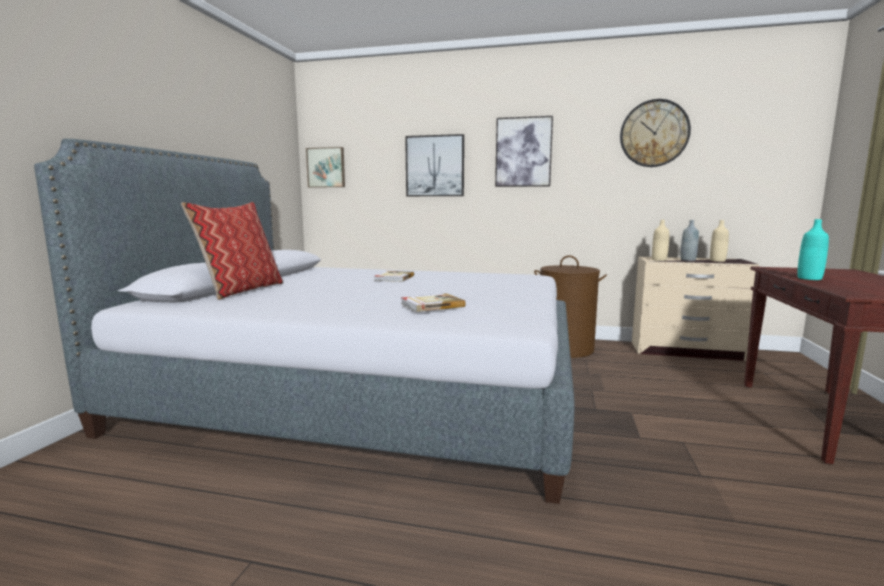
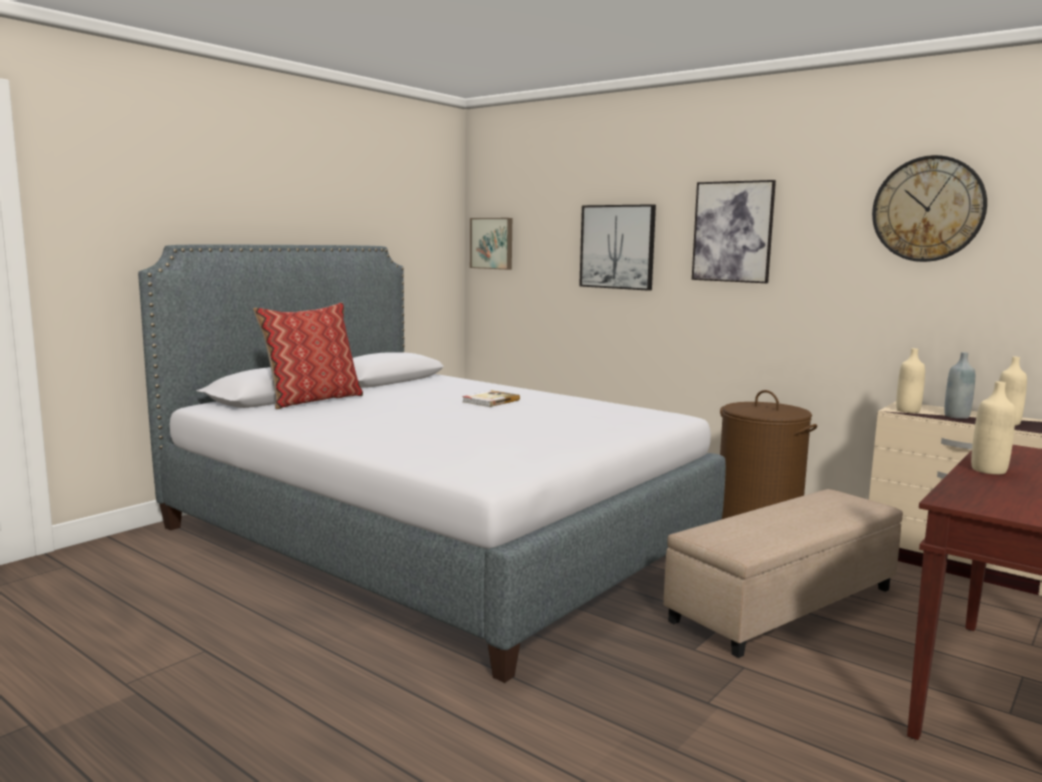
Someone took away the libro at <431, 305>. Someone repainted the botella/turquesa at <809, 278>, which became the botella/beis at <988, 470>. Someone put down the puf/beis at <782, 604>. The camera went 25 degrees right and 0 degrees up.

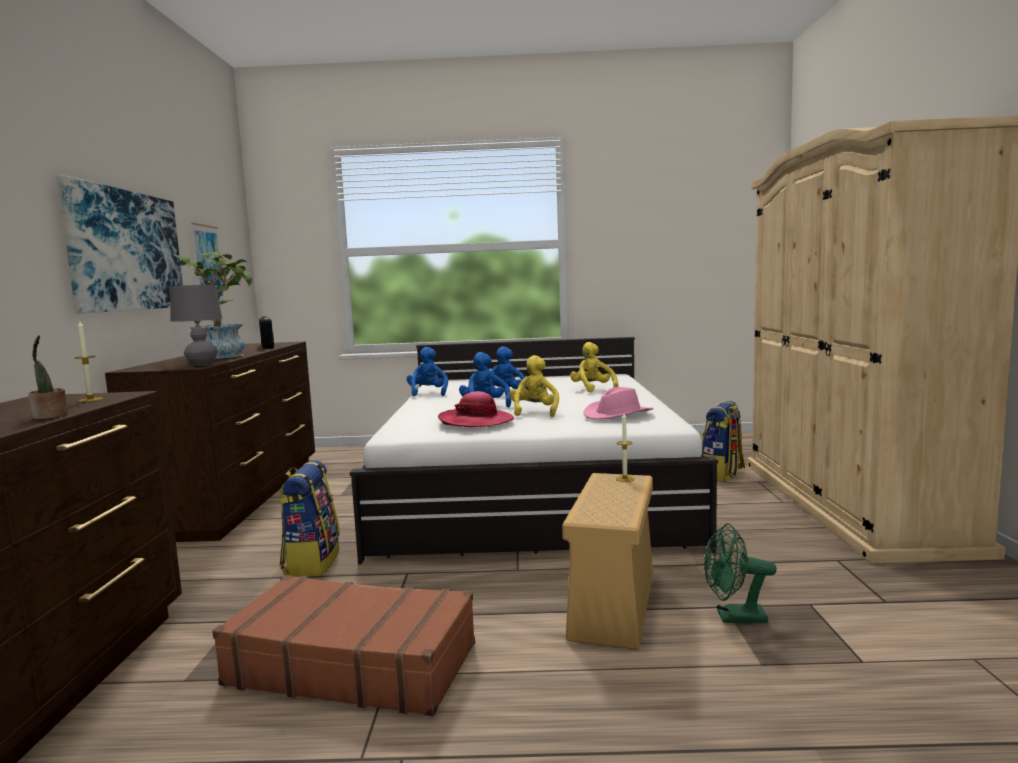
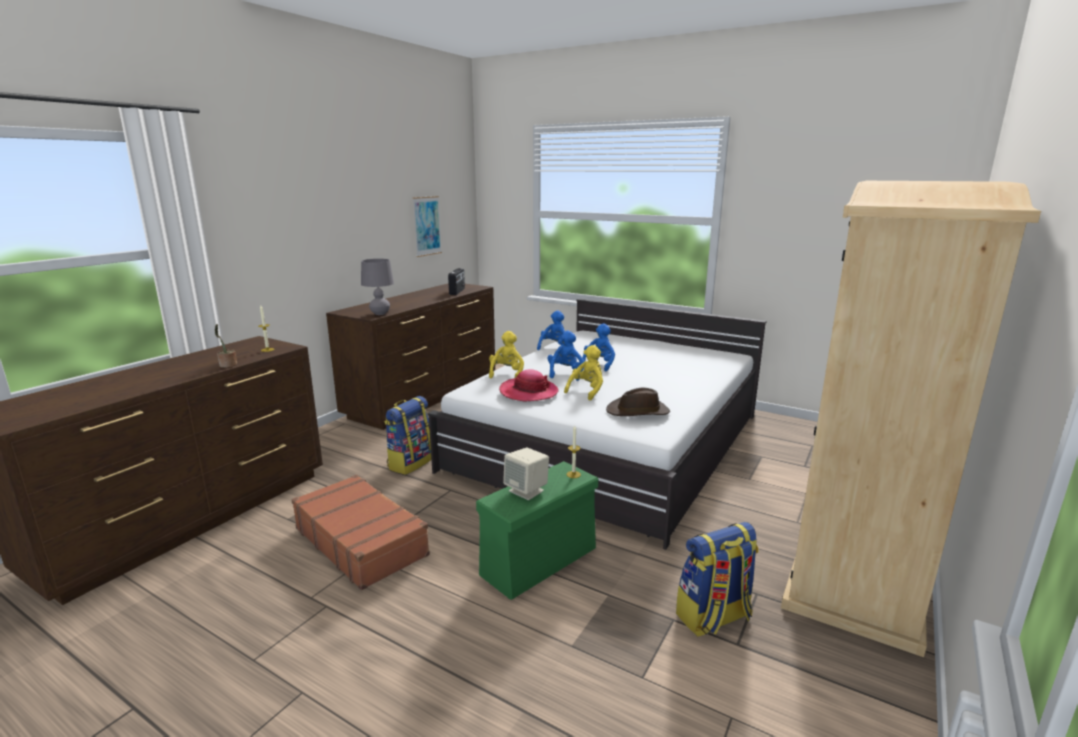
Someone took away the cuadro at <125, 250>. Someone took away the planta en maceta at <224, 355>. Someone repainted the caja de almacenaje/beis at <613, 605>, which became the caja de almacenaje/verde at <538, 562>. Someone carried the peluche/amarillo from <592, 389> to <506, 374>. Someone repainted the sombrero/rosa at <618, 415>, which became the sombrero/marrón at <638, 411>. Someone carried the mochila from <722, 475> to <713, 617>. Someone took away the ventilador/verde at <734, 617>. Someone put down the altavoz/beis at <527, 491>. The camera went 30 degrees right and 10 degrees up.

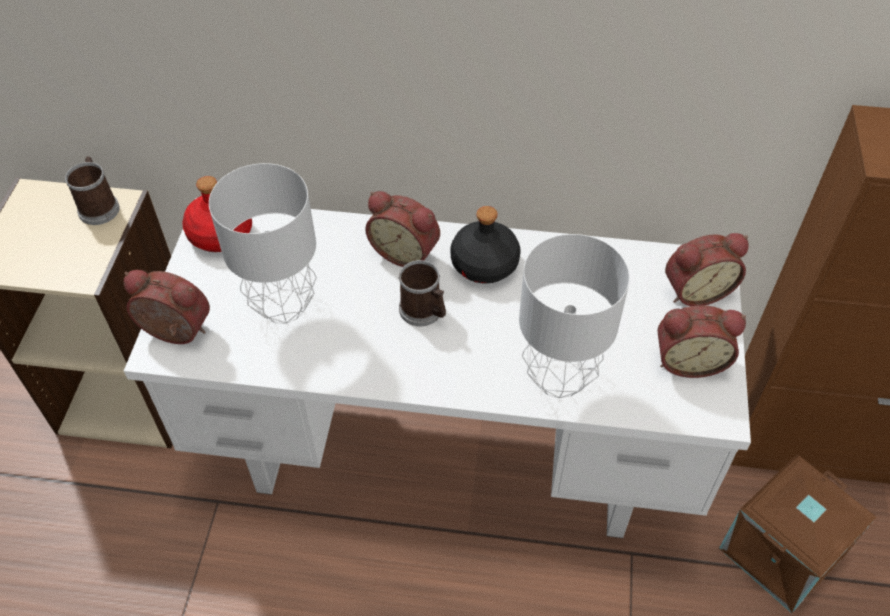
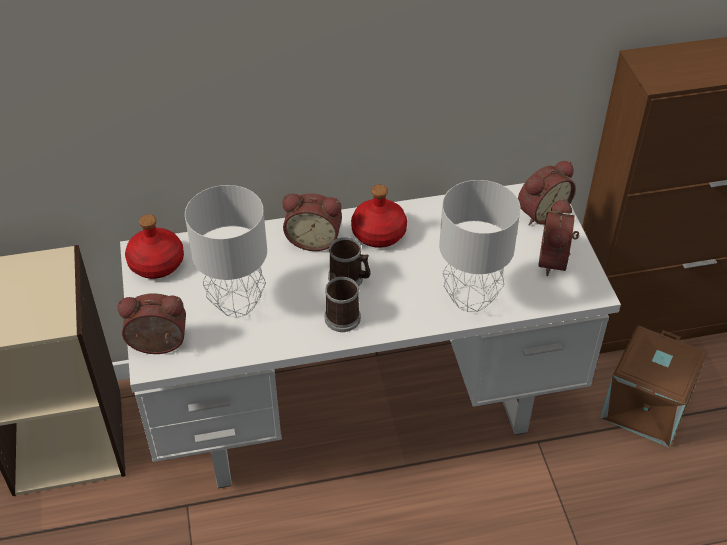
Someone carried the taza grande from <99, 206> to <340, 315>. Someone repainted the botella/negro at <484, 264>, which became the botella/rojo at <378, 233>. Someone rotated the despertador at <689, 359> by 120 degrees clockwise. The camera went 20 degrees left and 5 degrees down.

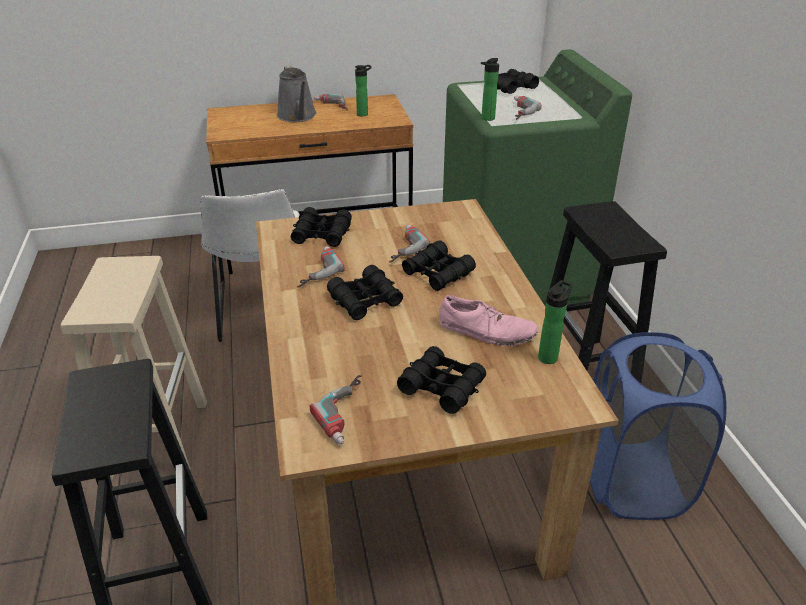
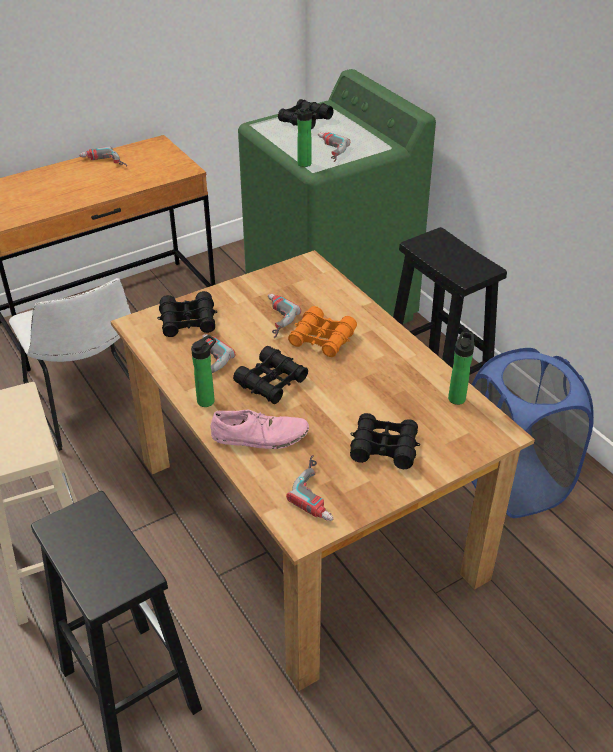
Someone took away the regadera/gris at <297, 116>. Someone carried the botella from <364, 114> to <208, 400>. Someone repainted the prismáticos/negro at <437, 273>, which became the prismáticos/naranja at <322, 339>. Someone carried the zapato/rosa from <487, 331> to <260, 436>. The camera went 20 degrees left and 5 degrees up.

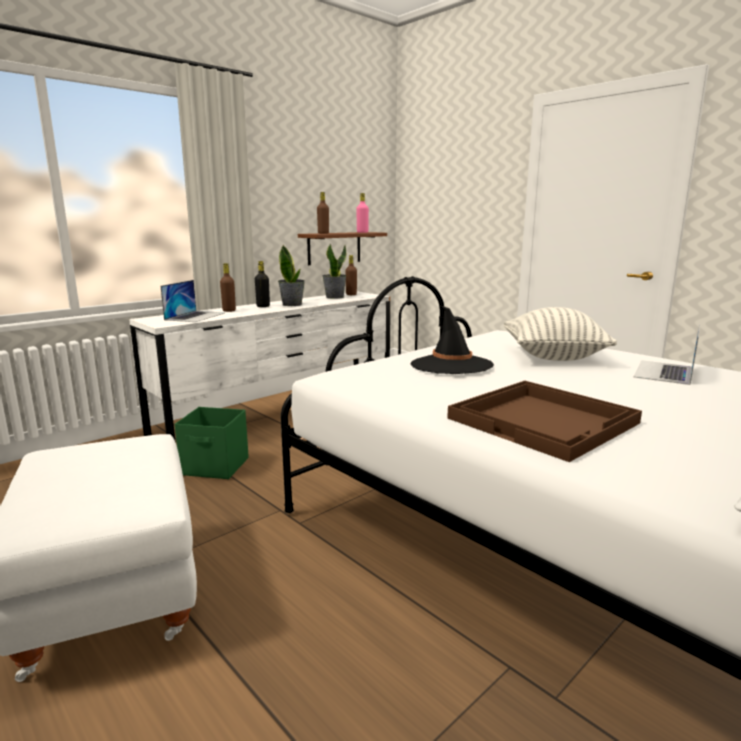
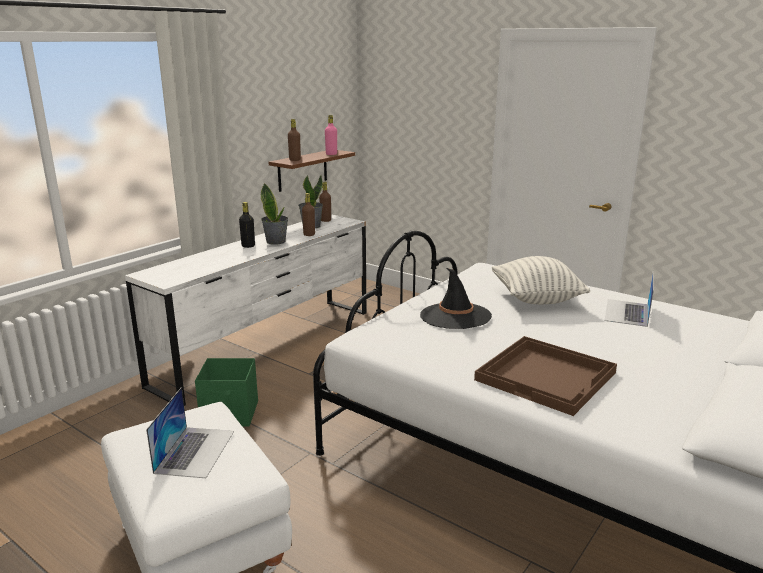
Someone carried the portátil from <195, 316> to <195, 451>. Someone carried the botella/marrón from <229, 310> to <309, 234>. The camera went 10 degrees left and 5 degrees up.

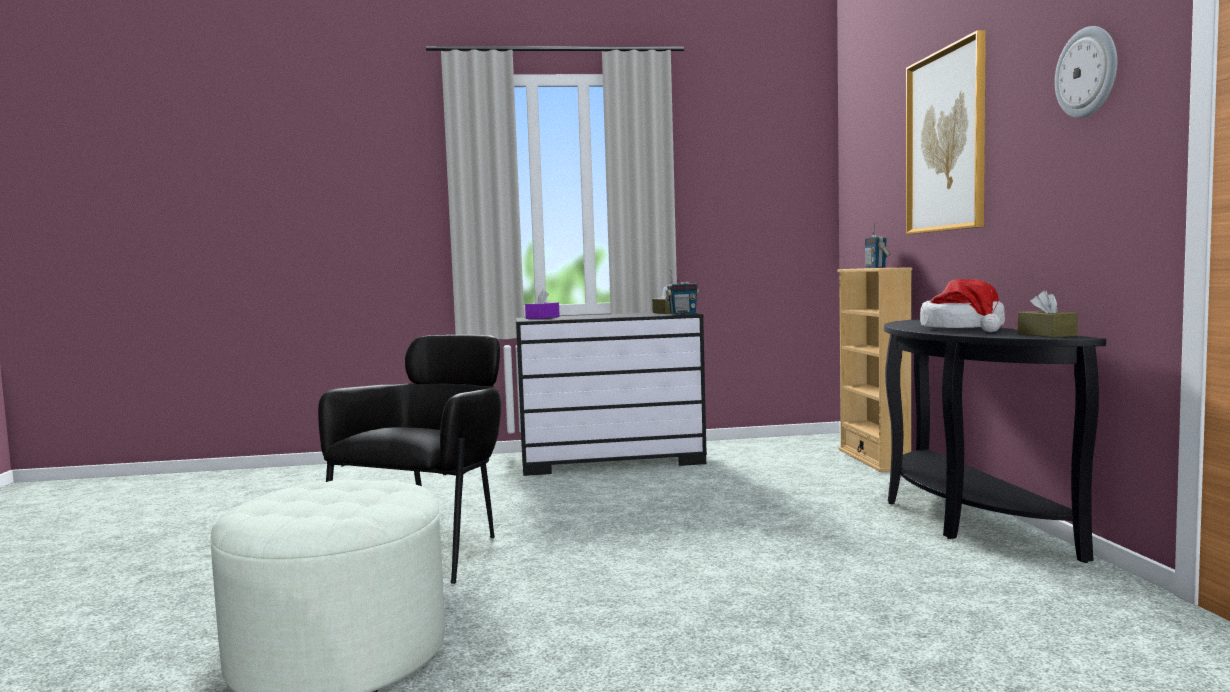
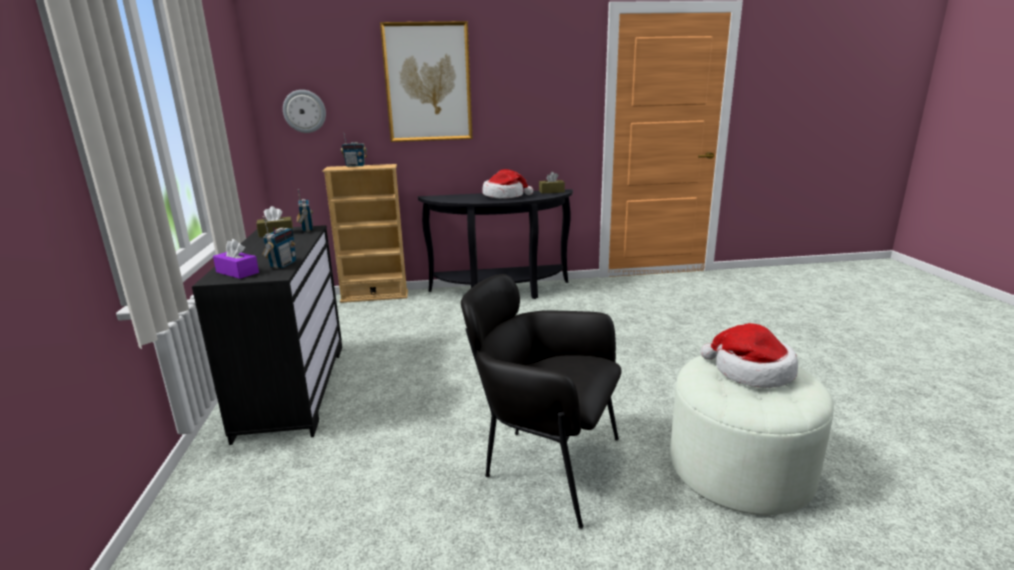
Someone carried the reloj de pared from <1087, 72> to <304, 111>. Someone put down the radio at <283, 265>. Someone put down the sombrero at <751, 372>. The camera went 90 degrees left and 15 degrees up.

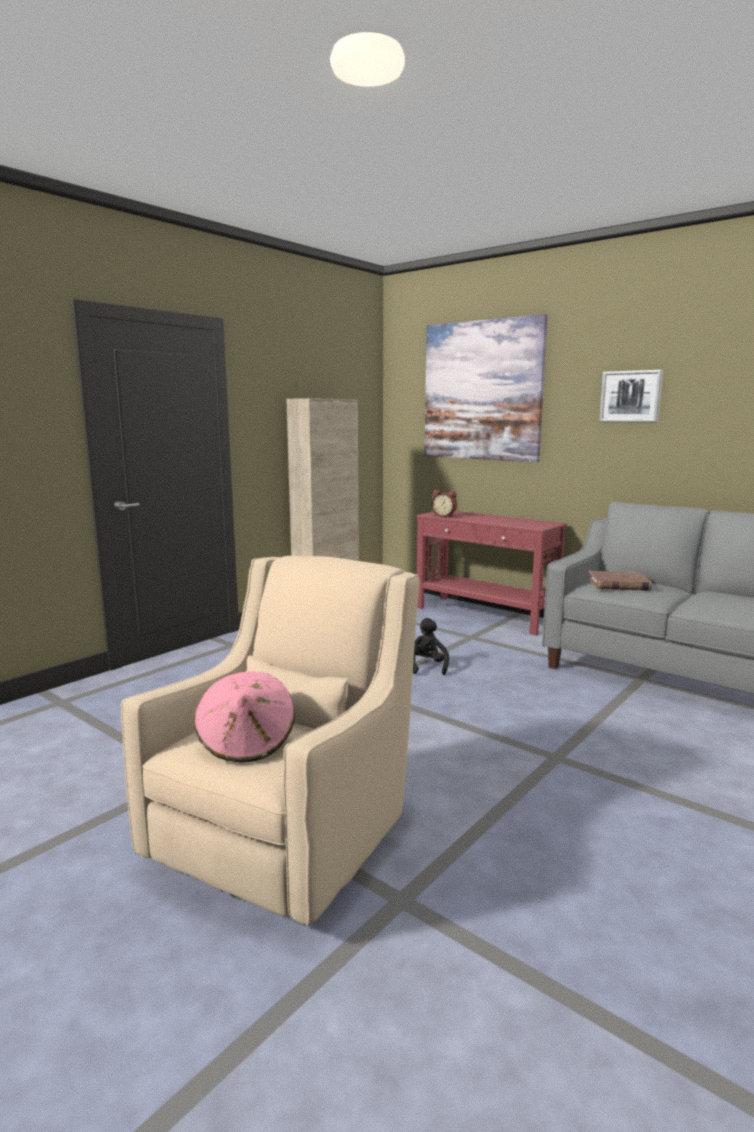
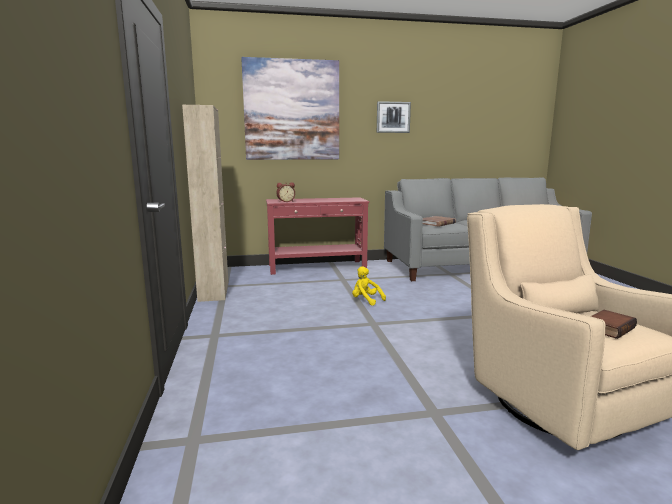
Someone swapped the sombrero/rosa at <247, 743> for the libro at <608, 328>. Someone repainted the peluche/negro at <426, 667>, which became the peluche/amarillo at <366, 300>. The camera went 50 degrees left and 0 degrees up.

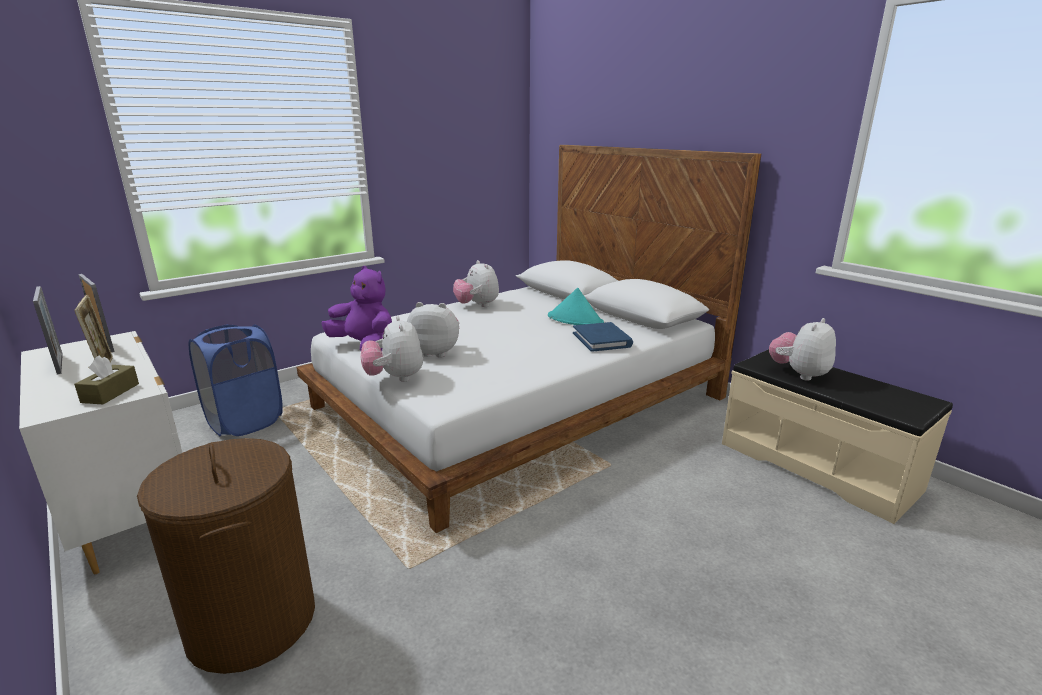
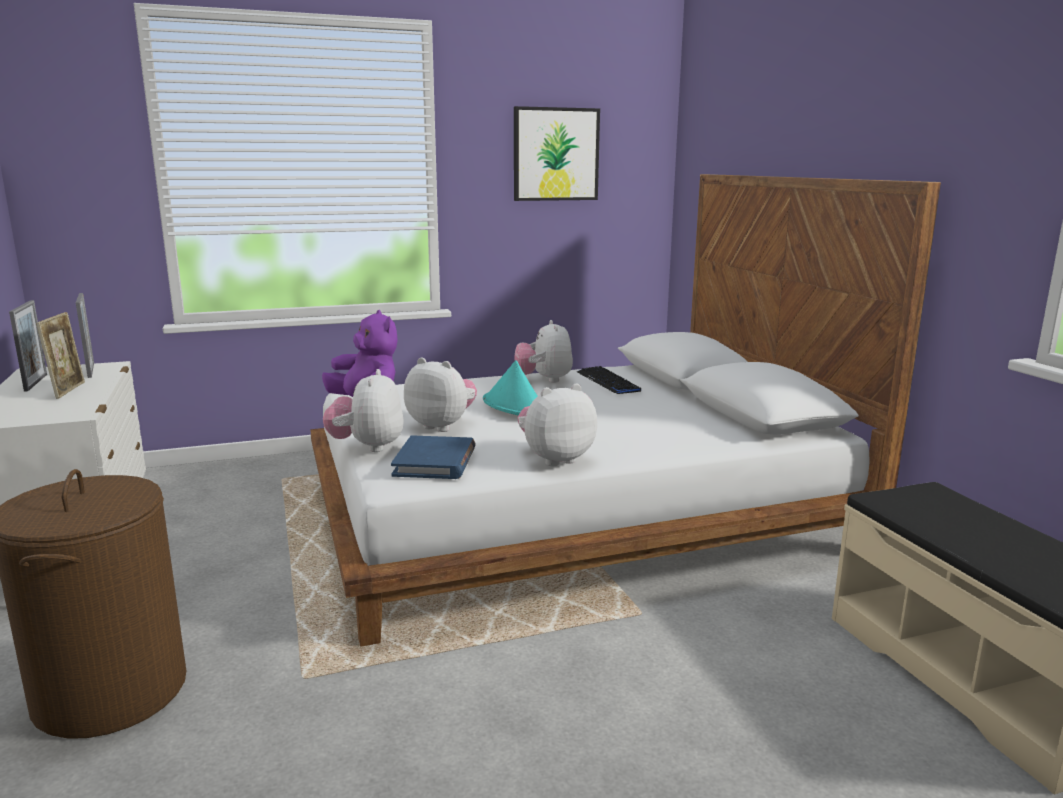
Someone took away the caja de pañuelos/marrón at <110, 393>. Someone took away the cesto de la ropa/azul at <245, 421>. Someone carried the sombrero/turquesa from <575, 320> to <514, 406>. Someone carried the libro/azul from <602, 340> to <435, 462>. Someone carried the peluche from <799, 374> to <555, 459>. Someone put up the cuadro at <555, 154>. Someone put down the teclado at <608, 382>. The camera went 20 degrees right and 5 degrees down.

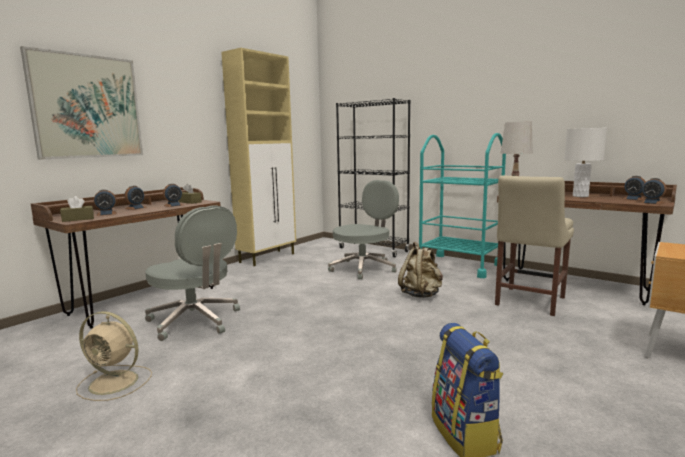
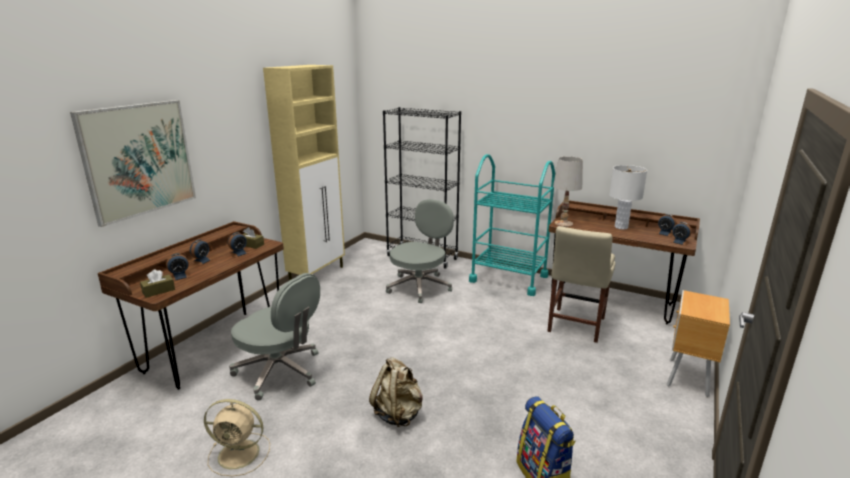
Someone carried the mochila/beis from <421, 295> to <398, 414>. The camera went 10 degrees left and 10 degrees up.

